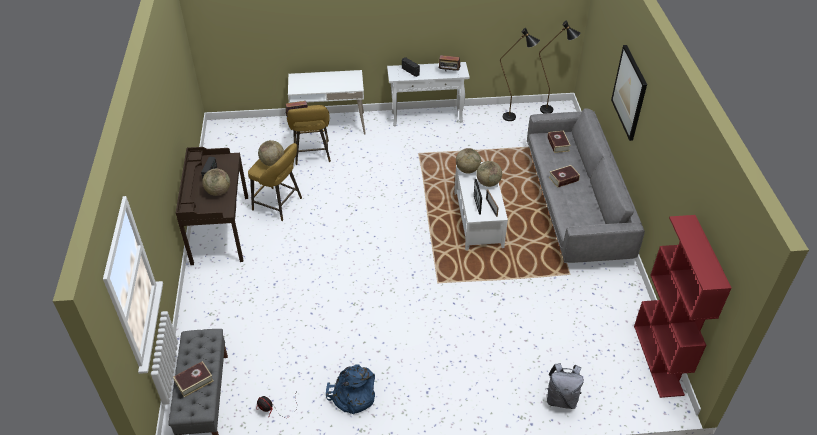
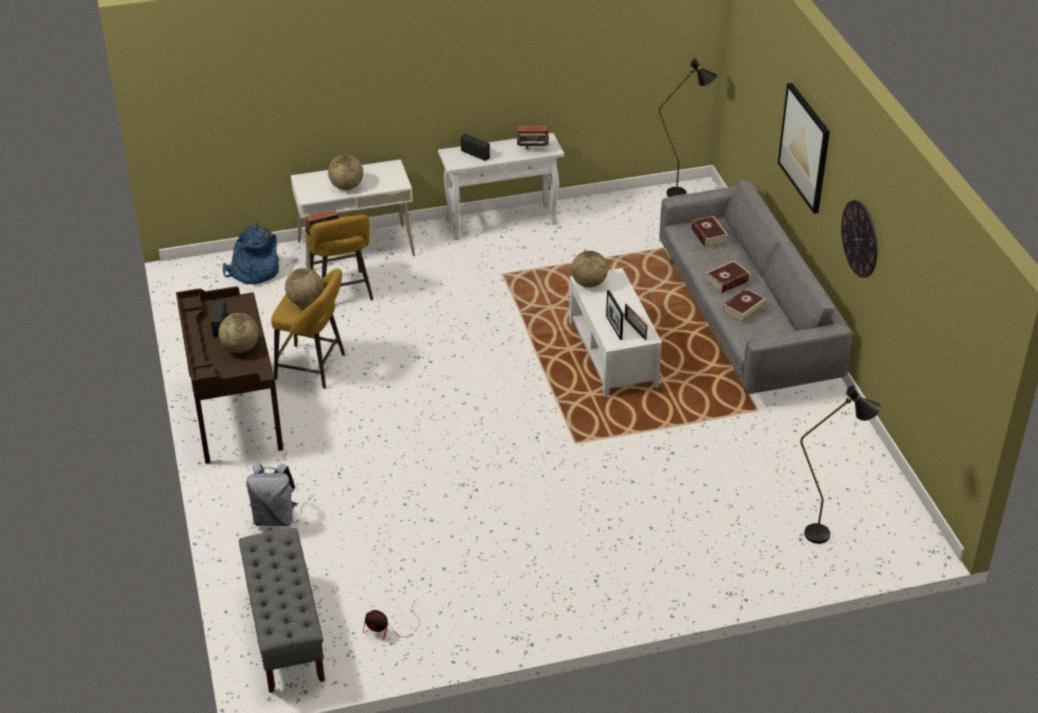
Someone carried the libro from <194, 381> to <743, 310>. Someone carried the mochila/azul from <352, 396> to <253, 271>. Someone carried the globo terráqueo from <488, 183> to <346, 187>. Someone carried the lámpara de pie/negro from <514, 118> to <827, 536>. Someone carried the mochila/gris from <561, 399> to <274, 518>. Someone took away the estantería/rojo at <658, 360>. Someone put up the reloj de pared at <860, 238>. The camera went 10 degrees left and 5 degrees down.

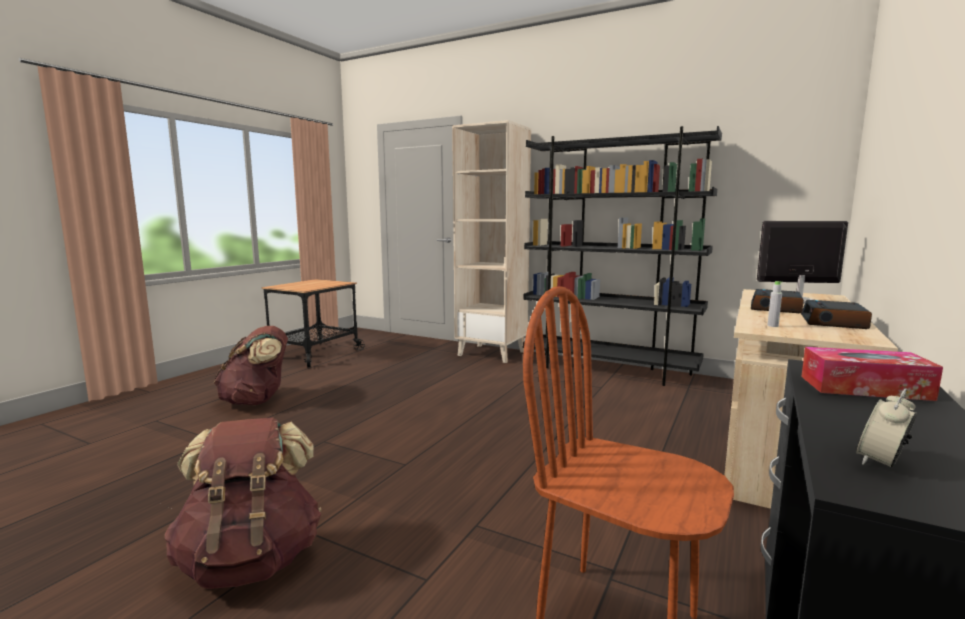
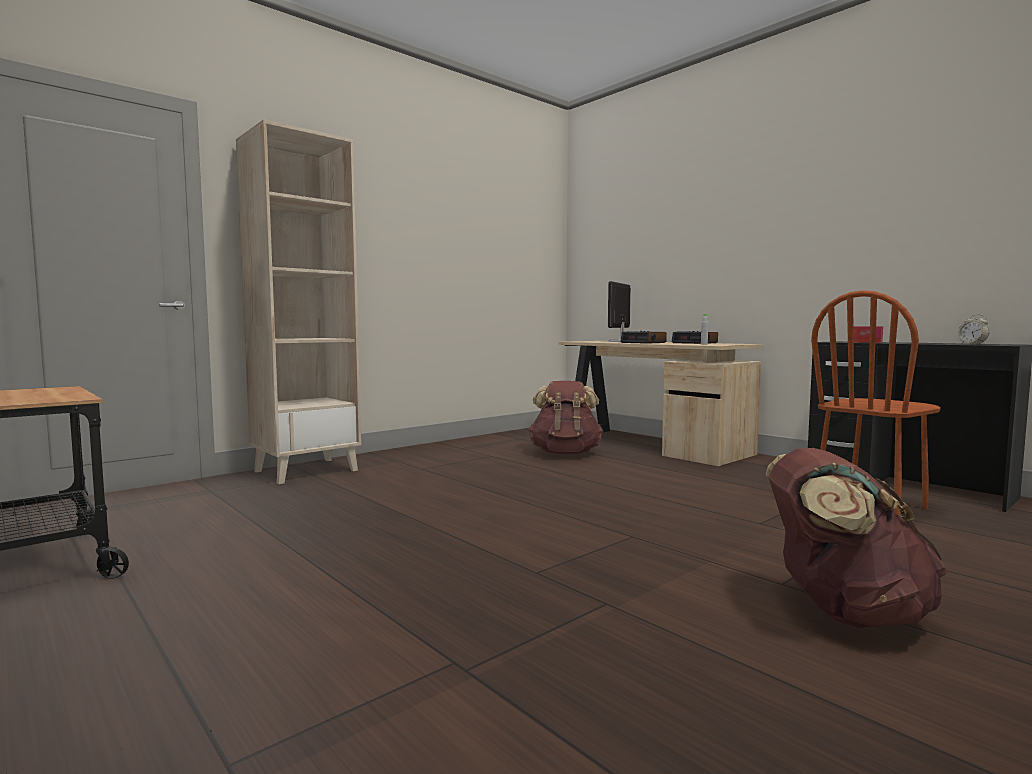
Someone carried the mochila/marrón from <257, 400> to <565, 453>. Someone took away the estantería/negro at <608, 370>. The camera went 70 degrees left and 5 degrees down.

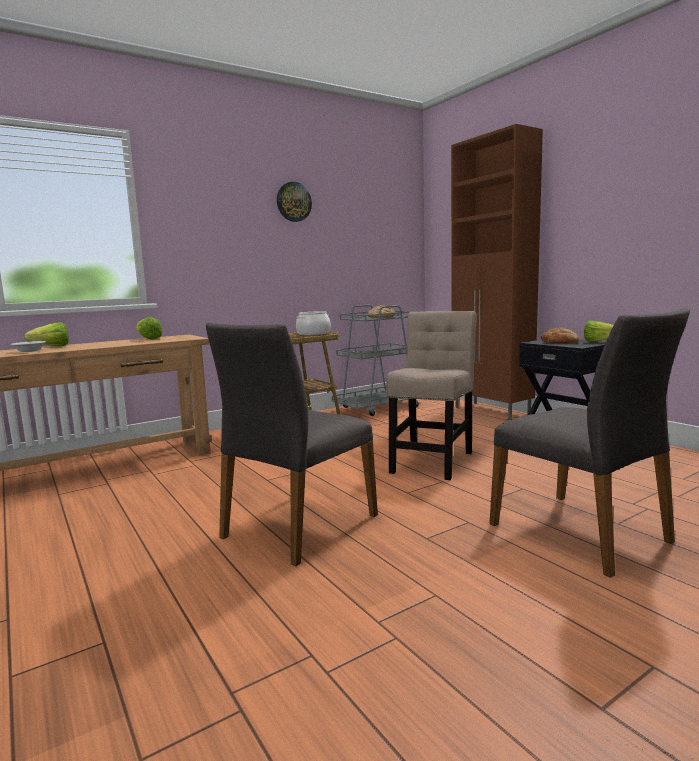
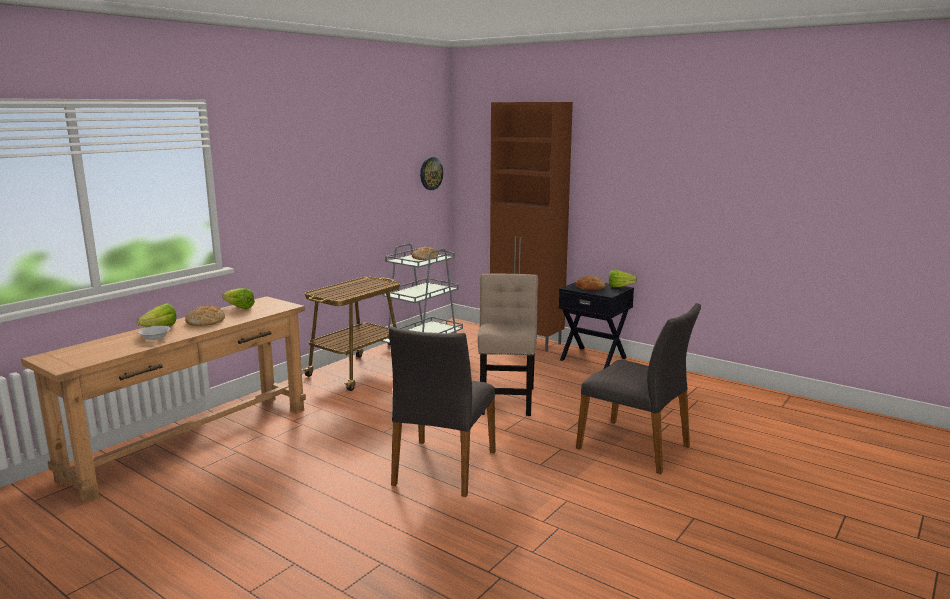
Someone carried the reloj de pared from <293, 202> to <431, 173>. Someone took away the olla at <313, 333>. Someone put down the pan at <205, 321>. The camera went 20 degrees left and 5 degrees up.

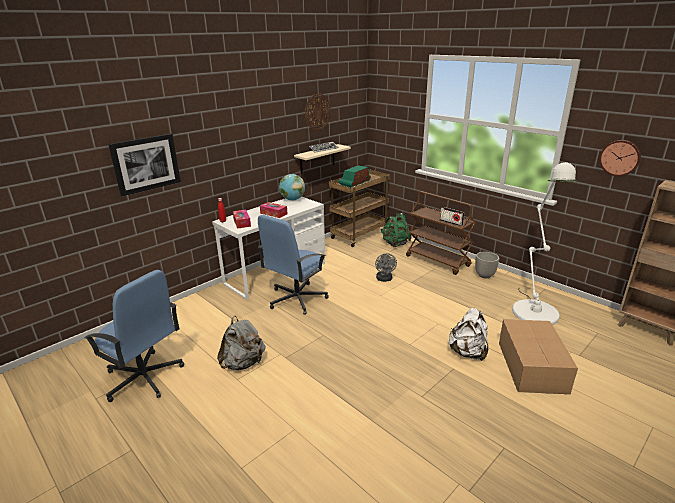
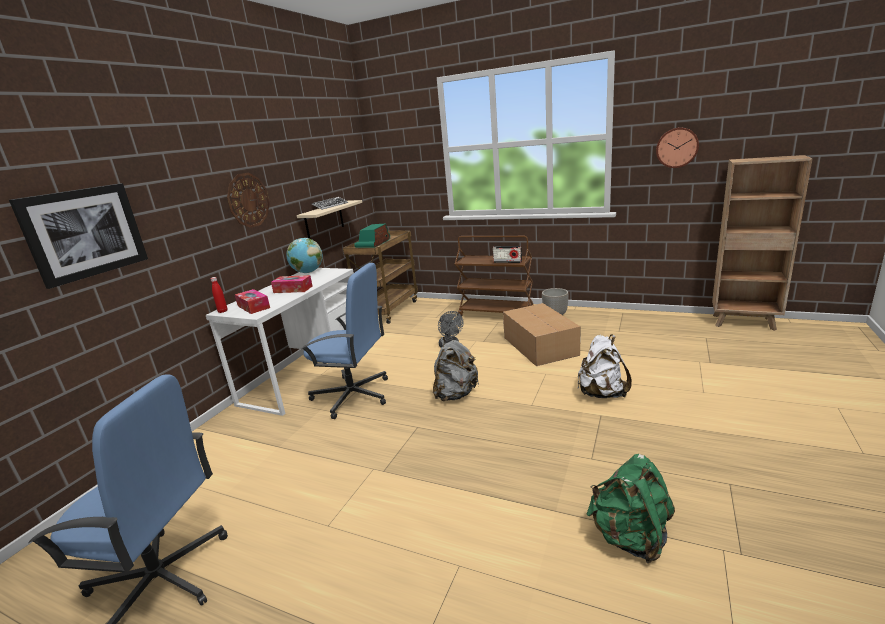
Someone carried the mochila/gris from <243, 363> to <455, 394>. Someone rotated the silla de oficina/azul at <296, 299> by 90 degrees counterclockwise. Someone carried the reloj de pared from <317, 111> to <248, 200>. Someone carried the mochila/verde from <395, 243> to <630, 537>. Someone carried the caja de cartón from <532, 366> to <540, 345>. Someone took away the lámpara de pie/blanco at <533, 309>. The camera went 20 degrees left and 5 degrees down.

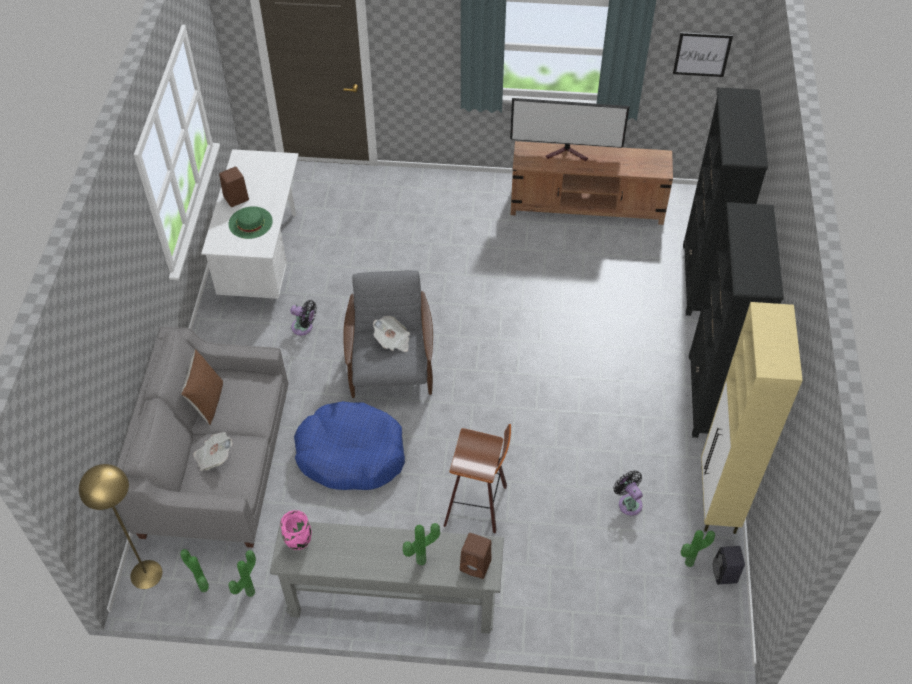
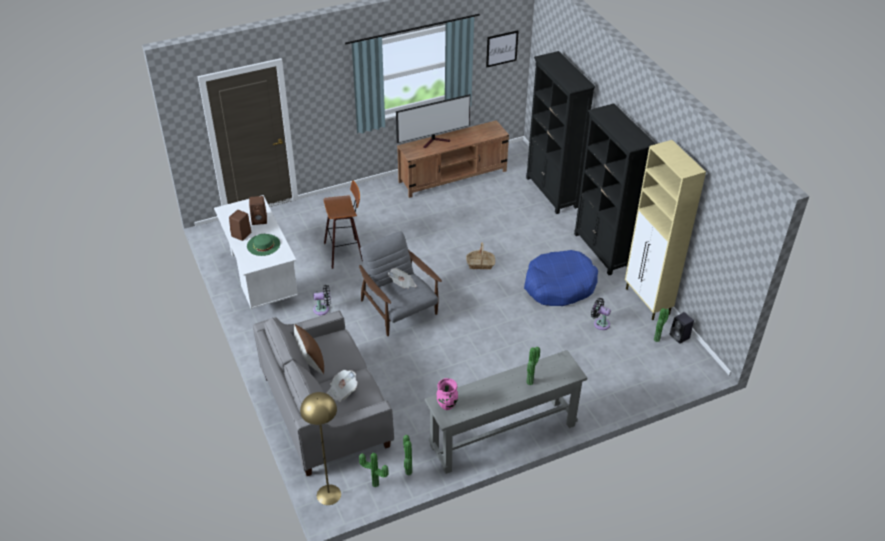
Someone carried the cama para perro/azul from <351, 454> to <559, 286>. Someone carried the taburete from <478, 503> to <345, 252>. Someone carried the altavoz/marrón from <476, 565> to <260, 220>. Someone put down the cesta at <480, 264>. The camera went 30 degrees left and 10 degrees down.

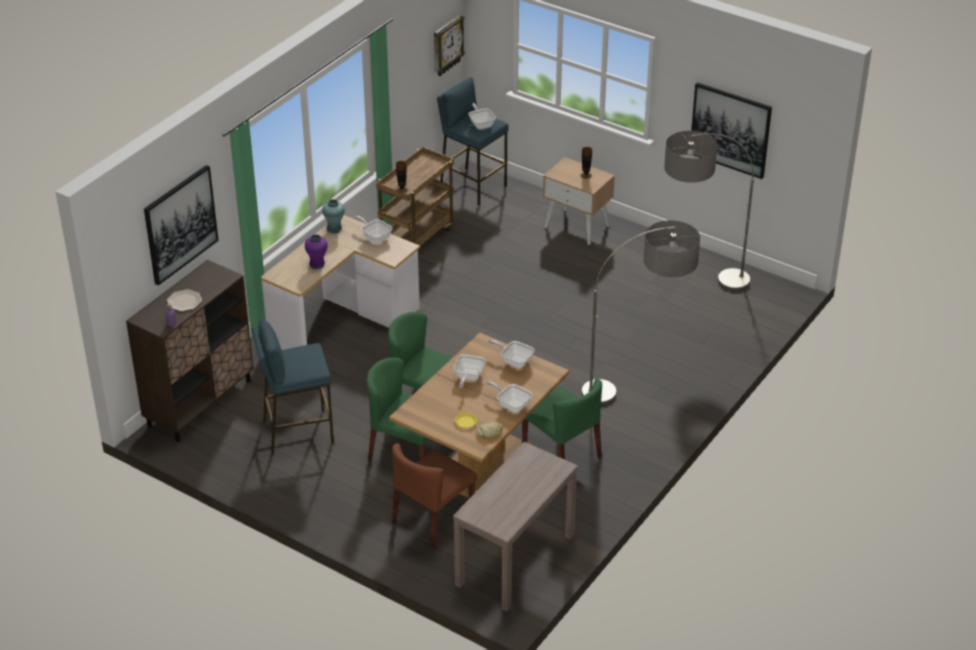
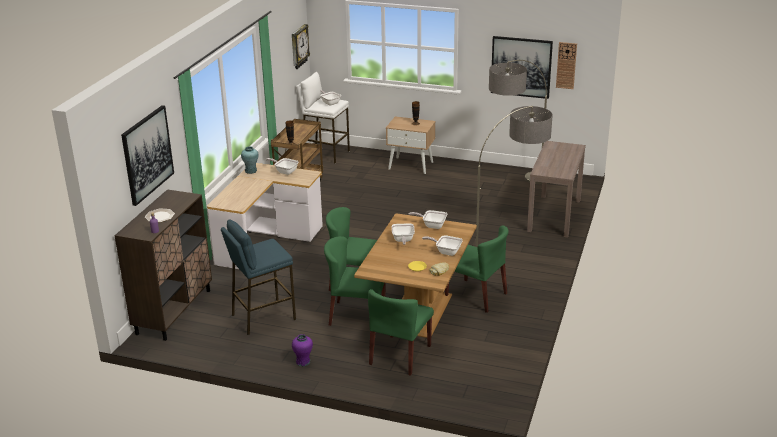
Someone carried the florero/morado from <317, 264> to <303, 362>. Someone repainted the silla/marrón at <433, 518>, which became the silla/verde at <400, 355>. Someone repainted the taburete/azul at <472, 186>, which became the taburete/blanco at <325, 154>. Someone carried the mesa consola/marrón from <515, 560> to <554, 215>. Someone put up the reloj de pared at <566, 65>. The camera went 15 degrees left and 10 degrees down.

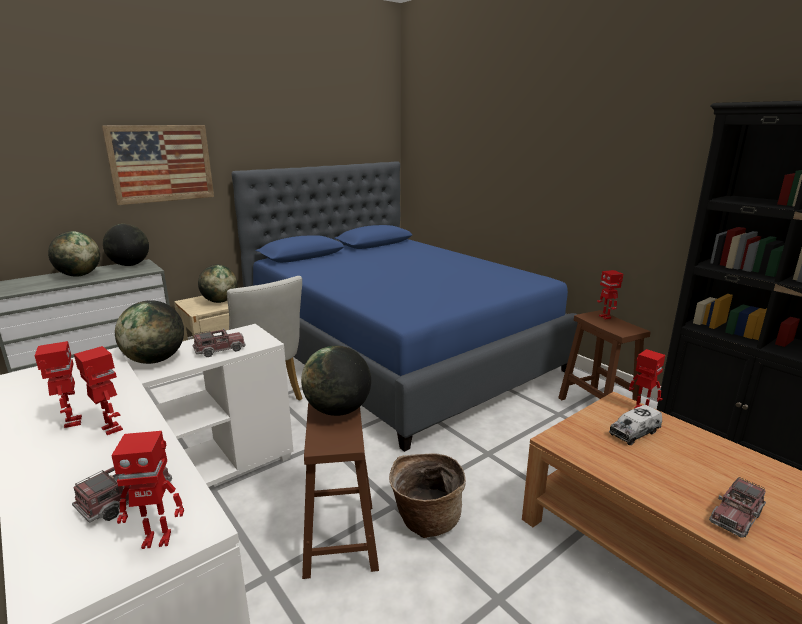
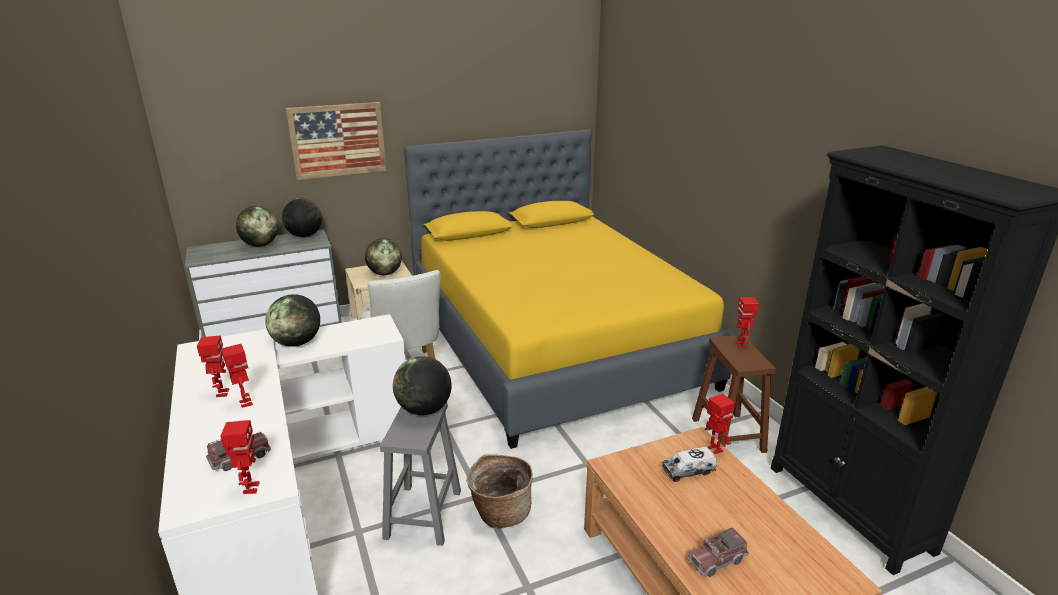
Someone rotated the robot de juguete at <158, 538> by 105 degrees counterclockwise. Someone took away the camión de juguete at <220, 350>. Someone repainted the cama/azul at <398, 351>, which became the cama/amarillo at <554, 342>. Someone repainted the taburete/marrón at <339, 537>, which became the taburete/gris at <423, 513>. The camera went 15 degrees right and 5 degrees up.

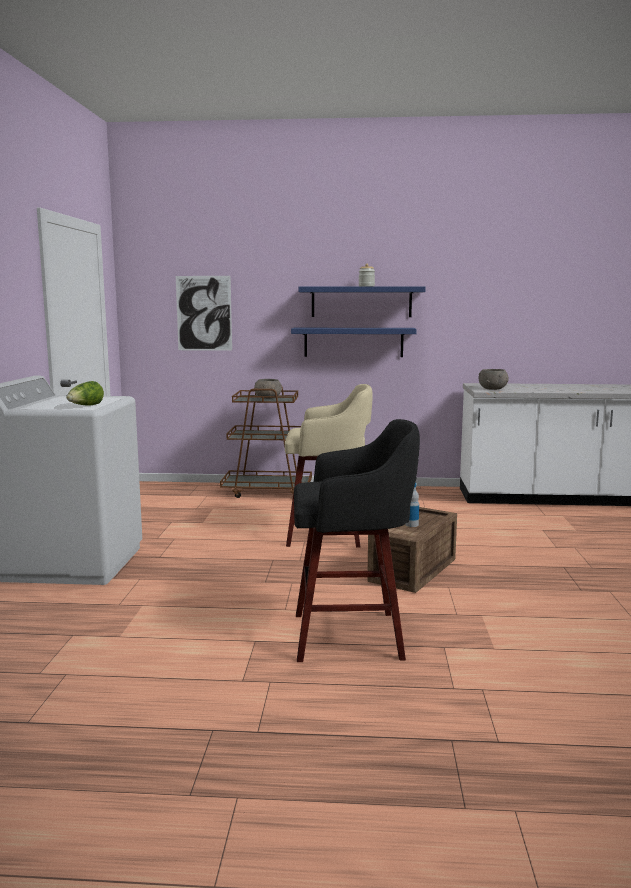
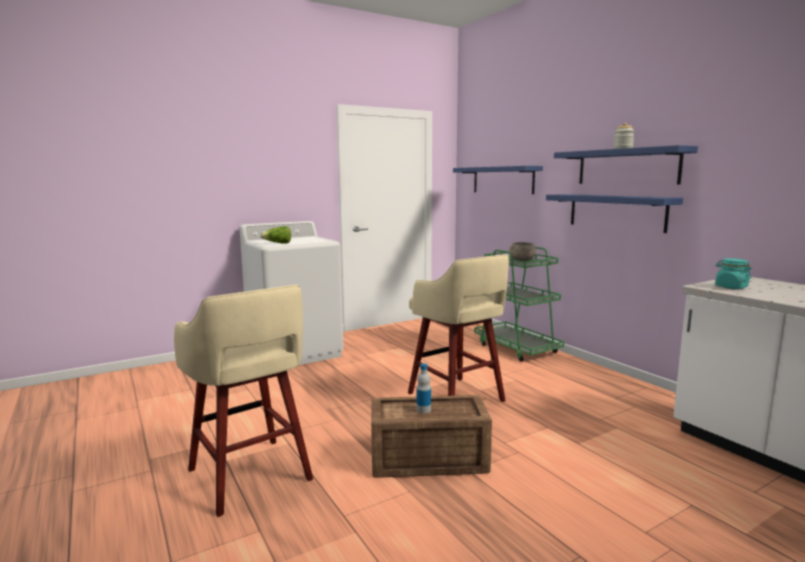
Someone swapped the cuadro at <204, 313> for the estante/azul at <502, 180>. Someone repainted the carrito/marrón at <267, 491>, which became the carrito/verde at <516, 348>. Someone repainted the taburete/negro at <352, 636>, which became the taburete/beis at <251, 476>. Someone swapped the cuenco/gris at <493, 389> for the tarro/turquesa at <731, 287>. The camera went 55 degrees right and 0 degrees up.

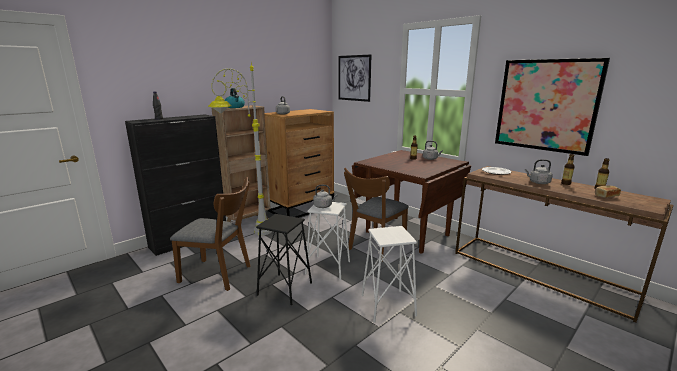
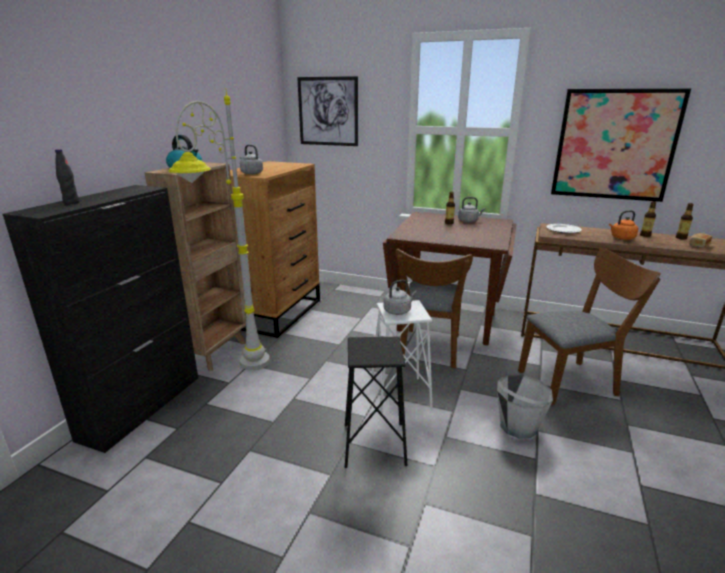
Someone carried the silla/marrón from <220, 274> to <573, 381>. Someone swapped the taburete/blanco at <387, 305> for the cubo/gris at <518, 426>. Someone repainted the hervidor/gris at <538, 182>, which became the hervidor/naranja at <621, 238>. The camera went 25 degrees left and 5 degrees up.

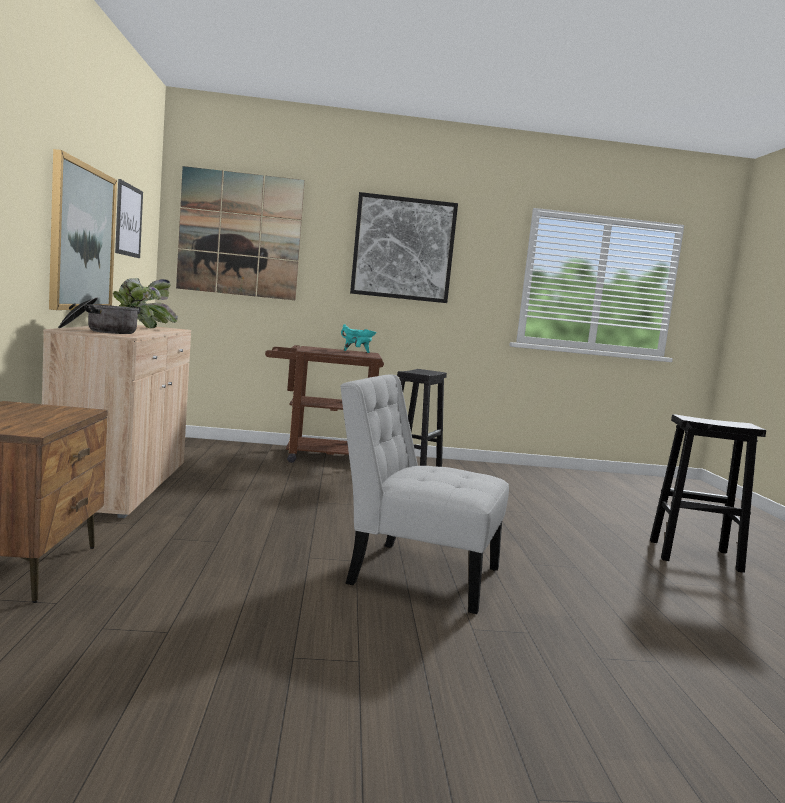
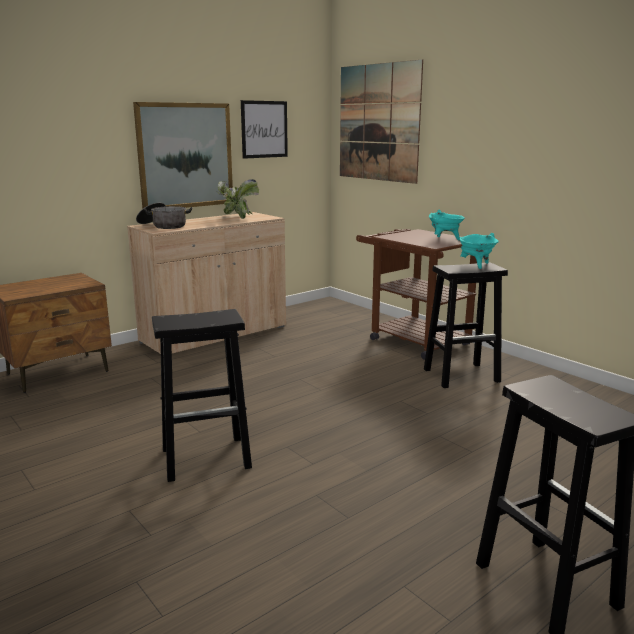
Someone swapped the silla/blanco at <416, 574> for the taburete/negro at <207, 458>. Someone took away the cuadro at <403, 248>. Someone put down the olla/turquesa at <476, 265>. The camera went 55 degrees right and 10 degrees up.

